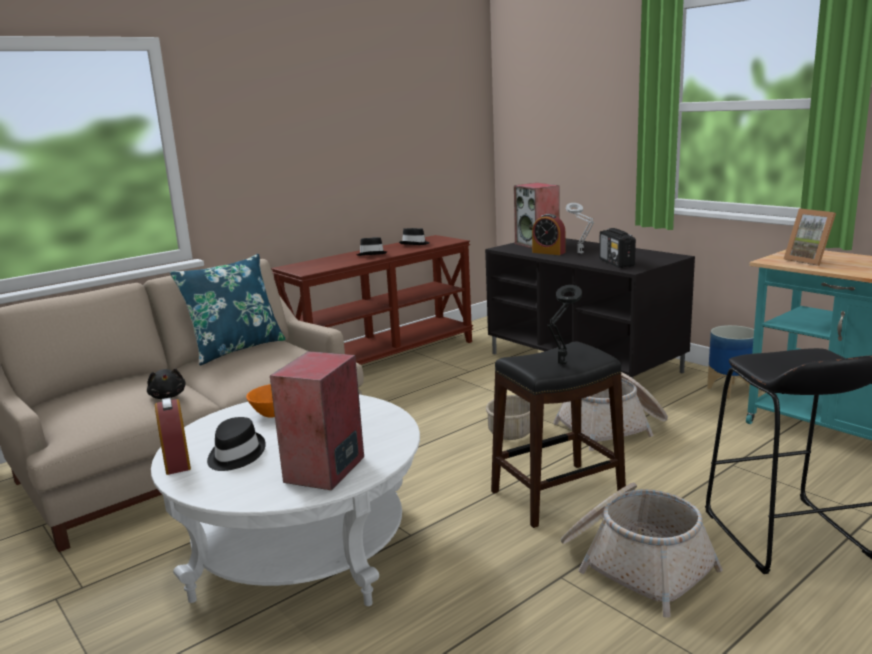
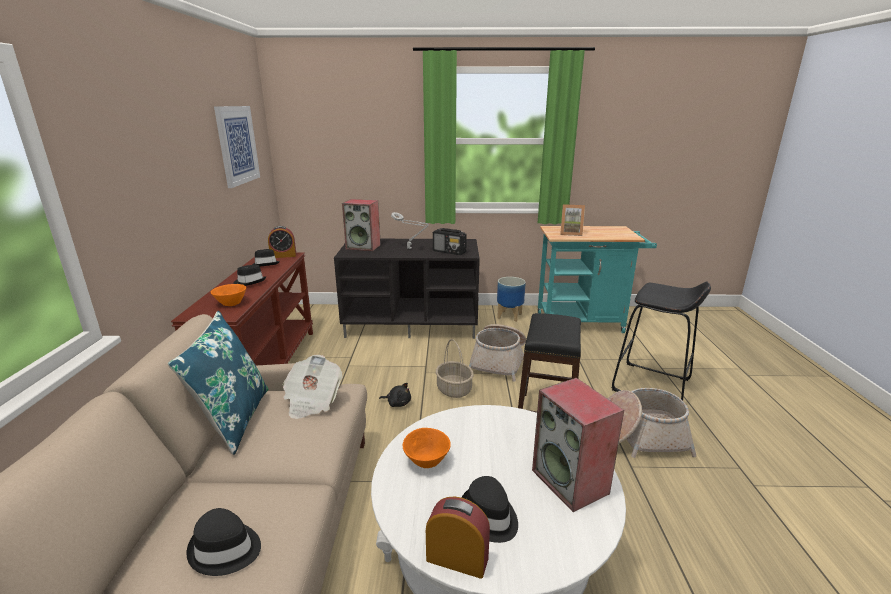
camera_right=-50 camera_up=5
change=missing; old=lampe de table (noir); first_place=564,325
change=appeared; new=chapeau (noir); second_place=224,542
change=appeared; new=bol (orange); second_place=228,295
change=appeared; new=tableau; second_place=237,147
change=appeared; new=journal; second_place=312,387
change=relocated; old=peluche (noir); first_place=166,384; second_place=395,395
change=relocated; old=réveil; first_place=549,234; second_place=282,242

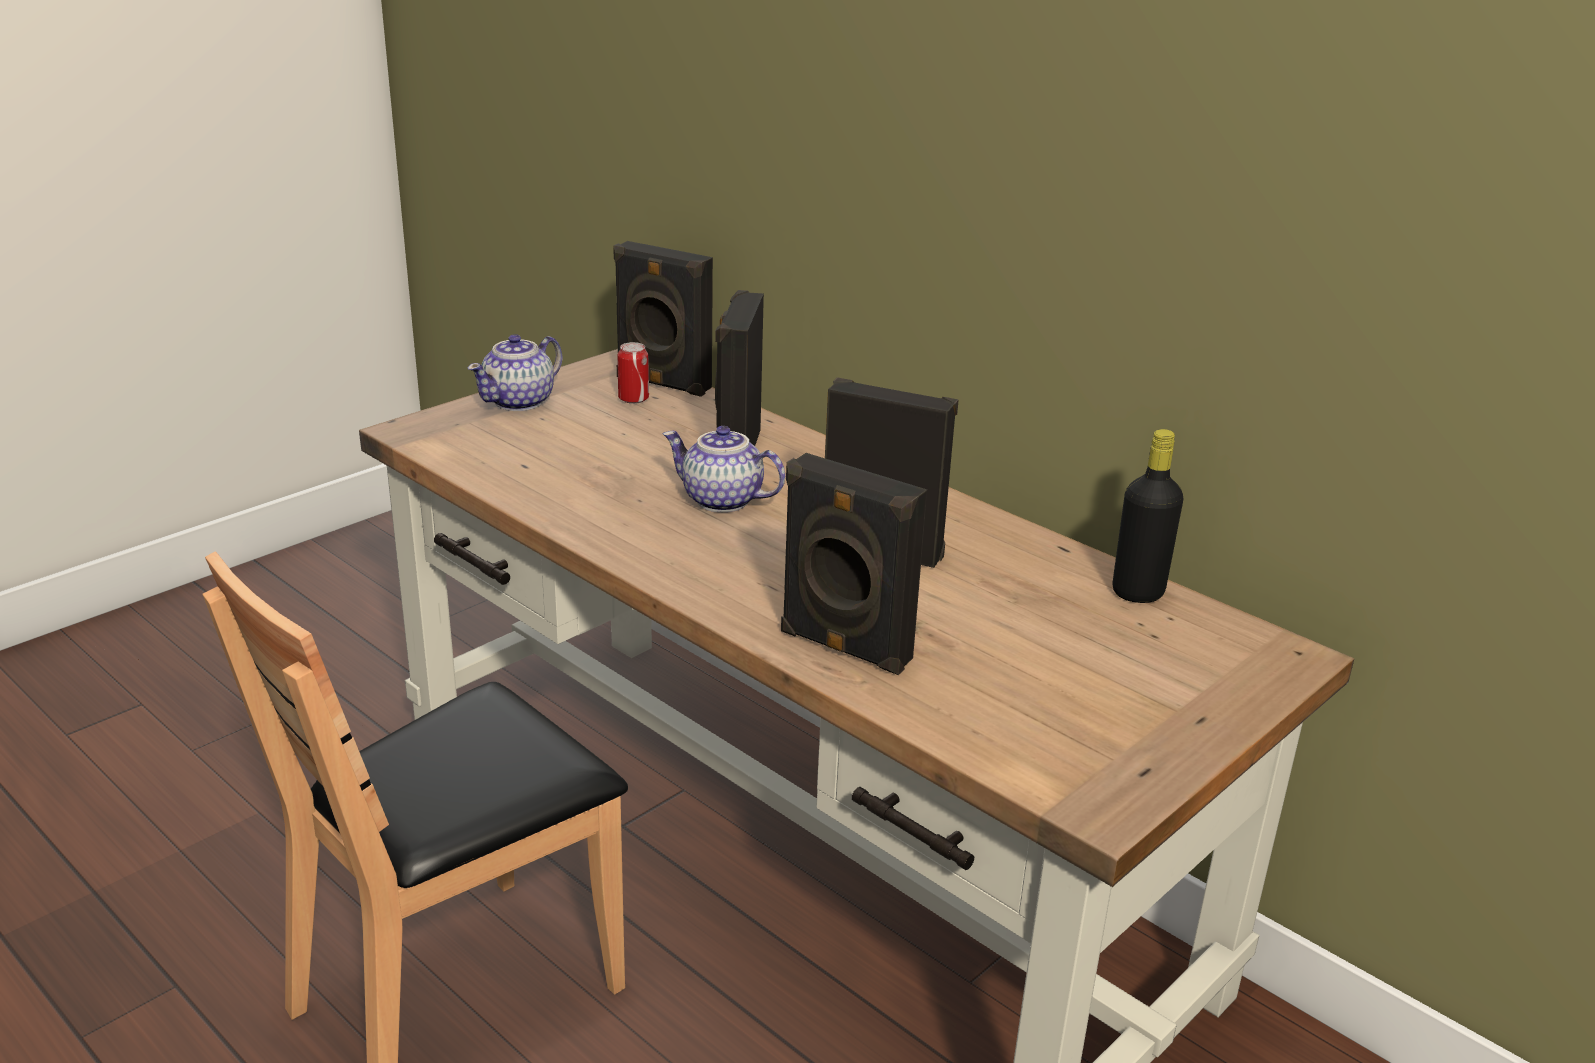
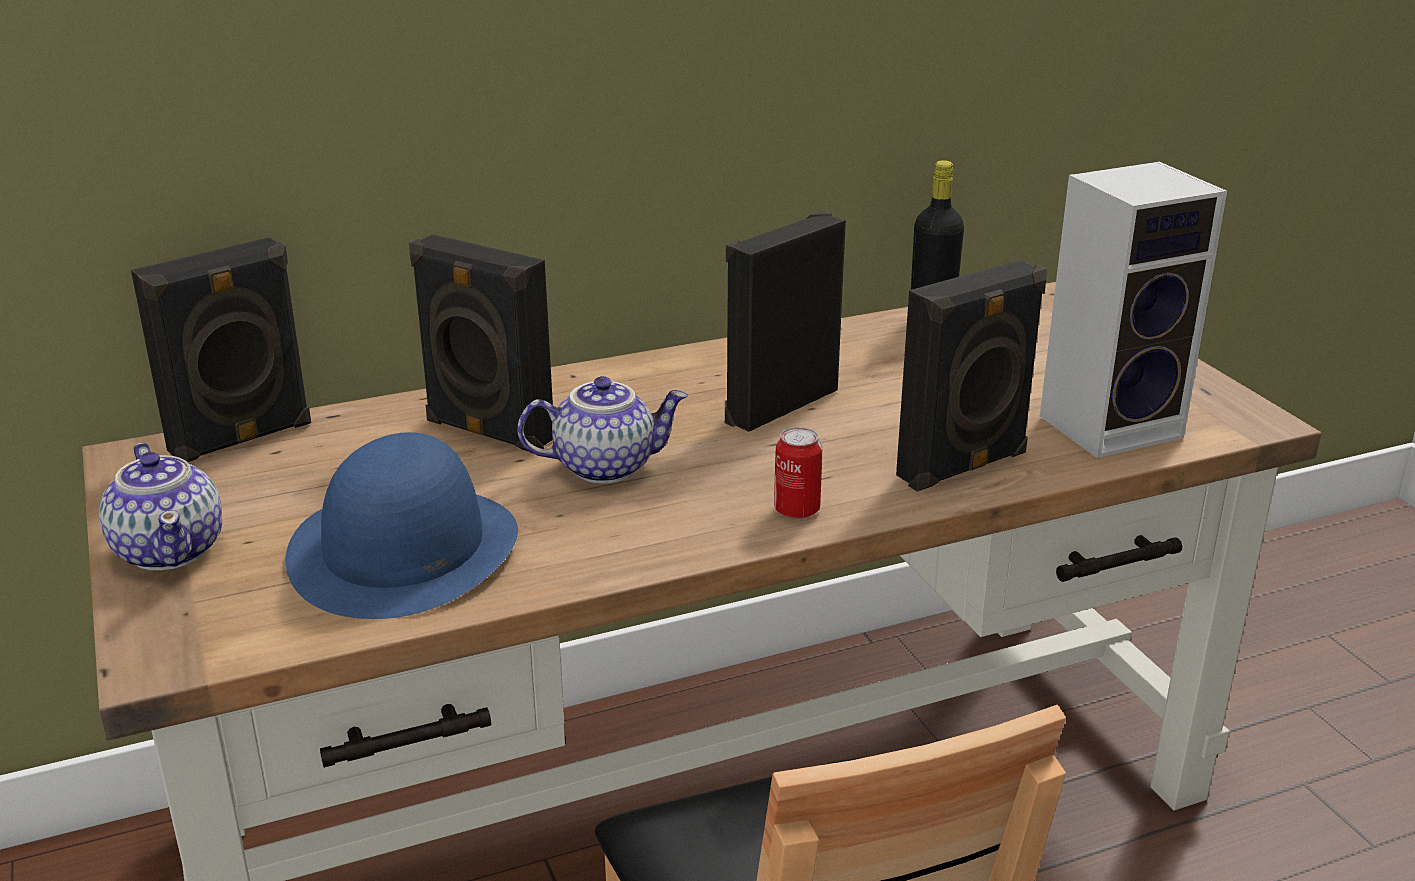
camera_right=-65 camera_up=0
change=appeared; new=chapeau (bleu); second_place=401,525
change=appeared; new=enceinte; second_place=1133,309
change=relocated; old=boîte métallique; first_place=633,373; second_place=798,473
change=spun; old=théière; first_place=724,469; second_place=602,430; degrees=-150

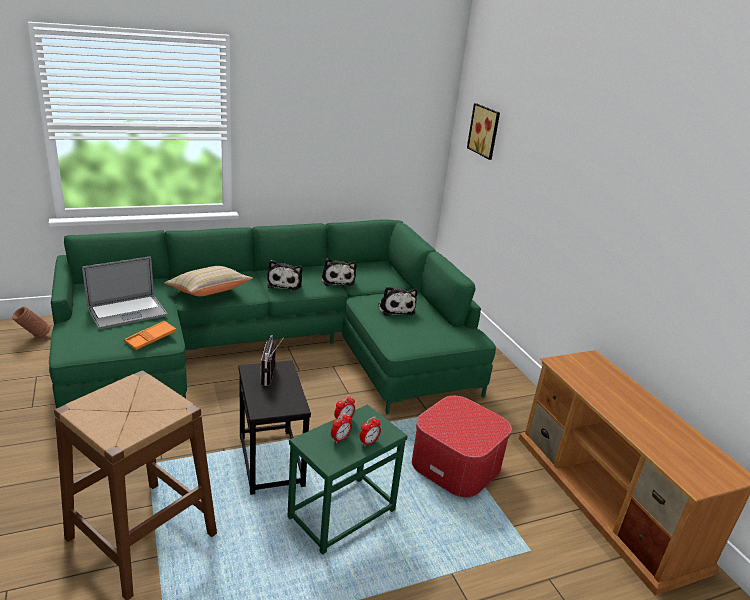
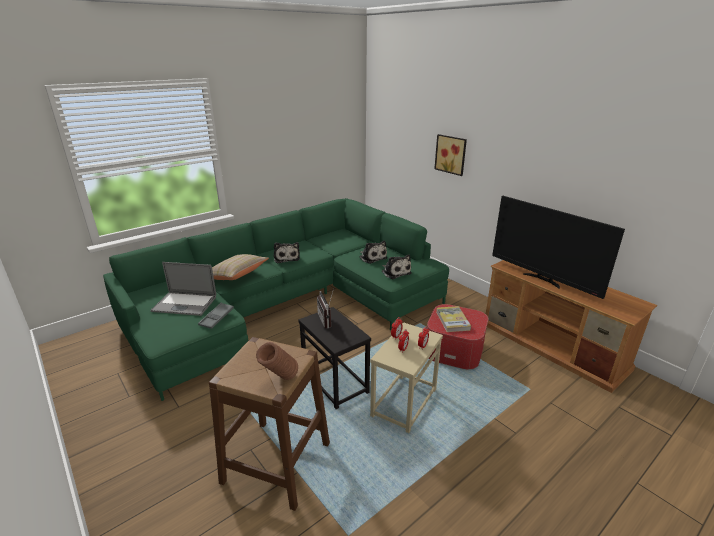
camera_right=-15 camera_up=0
change=appeared; new=livre; second_place=453,319
change=appeared; new=téléviseur; second_place=558,247
change=relocated; old=vase (marron); first_place=31,322; second_place=277,361
change=relocated; old=peluche; first_place=339,272; second_place=397,266
change=relocated; old=tableau; first_place=483,131; second_place=450,155
change=colour; old=plateau (orange); new=plateau (gris); first_place=150,335; second_place=216,316
change=colour; old=table d'appoint (vert); new=table d'appoint (beige); first_place=348,479; second_place=406,377
change=spun; old=ordinateur portable; first_place=125,293; second_place=183,289; degrees=60

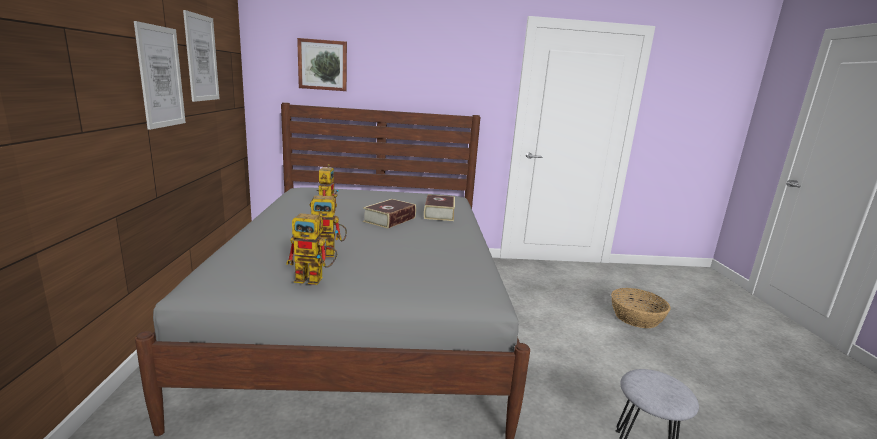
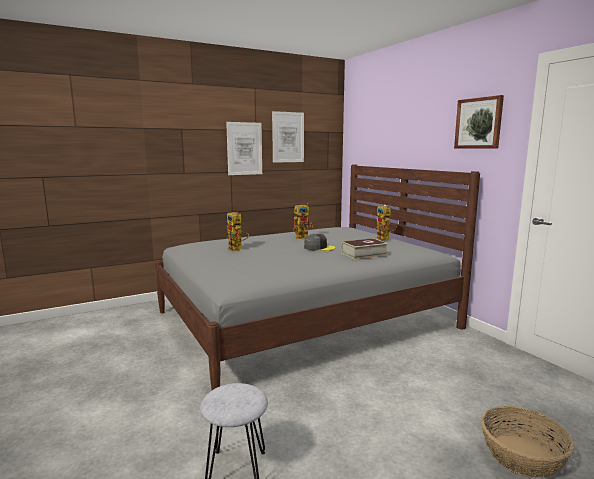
camera_right=65 camera_up=-5
change=relocated; old=robot jouet; first_place=311,249; second_place=386,223
change=relocated; old=tableau; first_place=322,64; second_place=479,122
change=exchanged; old=livre; new=casquette (gris); first_place=389,214; second_place=320,242

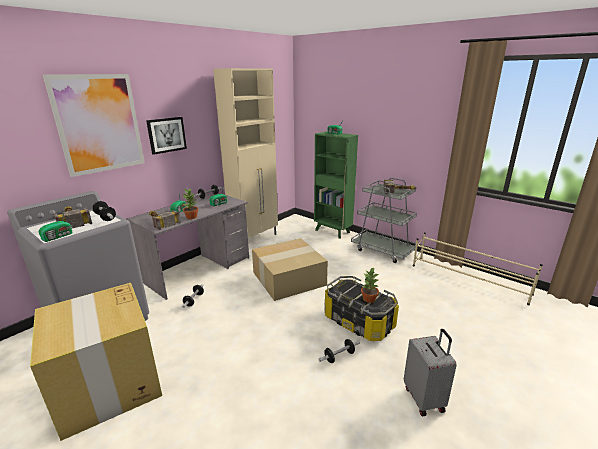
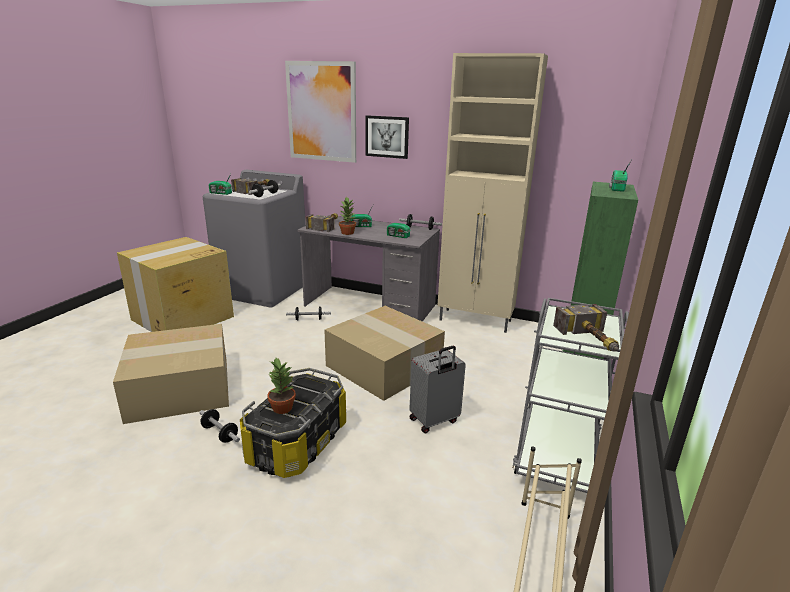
camera_right=70 camera_up=0
change=appeared; new=carton; second_place=171,374
change=relocated; old=valise (gris); first_place=430,372; second_place=437,389

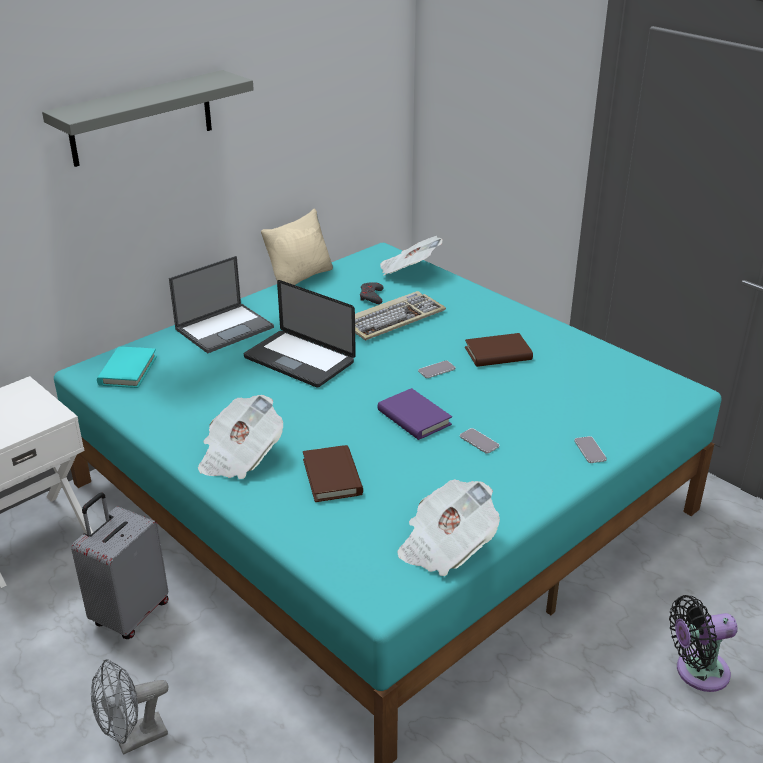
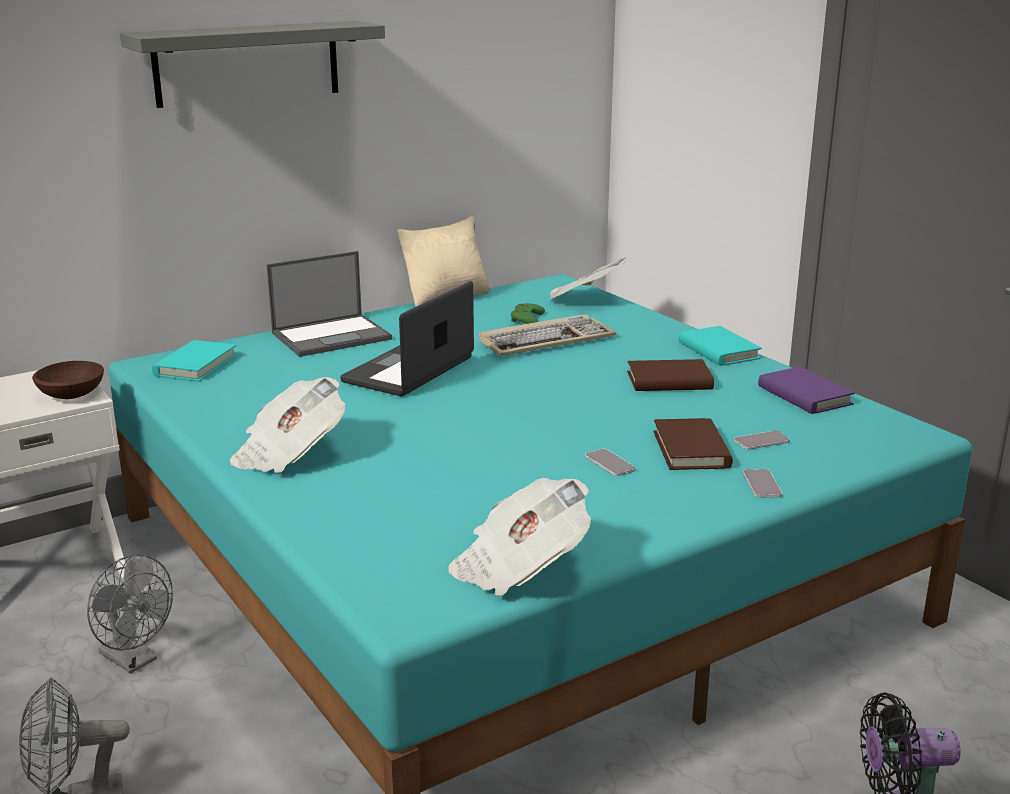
camera_right=10 camera_up=-10
change=appeared; new=bol (marron); second_place=68,380
change=appeared; new=livre (turquoise); second_place=720,346
change=relocated; old=livre (marron); first_place=333,473; second_place=693,444
change=relocated; old=livre (violet); first_place=415,414; second_place=806,390
change=relocated; old=téléphone; first_place=436,369; second_place=762,440
change=exchanged; old=valise (gris); new=ventilateur (gris); first_place=120,566; second_place=130,614
change=colour; old=manette (gris); new=manette (vert); first_place=372,293; second_place=528,314
change=spun; old=ordinateur portable; first_place=300,333; second_place=407,338; degrees=75

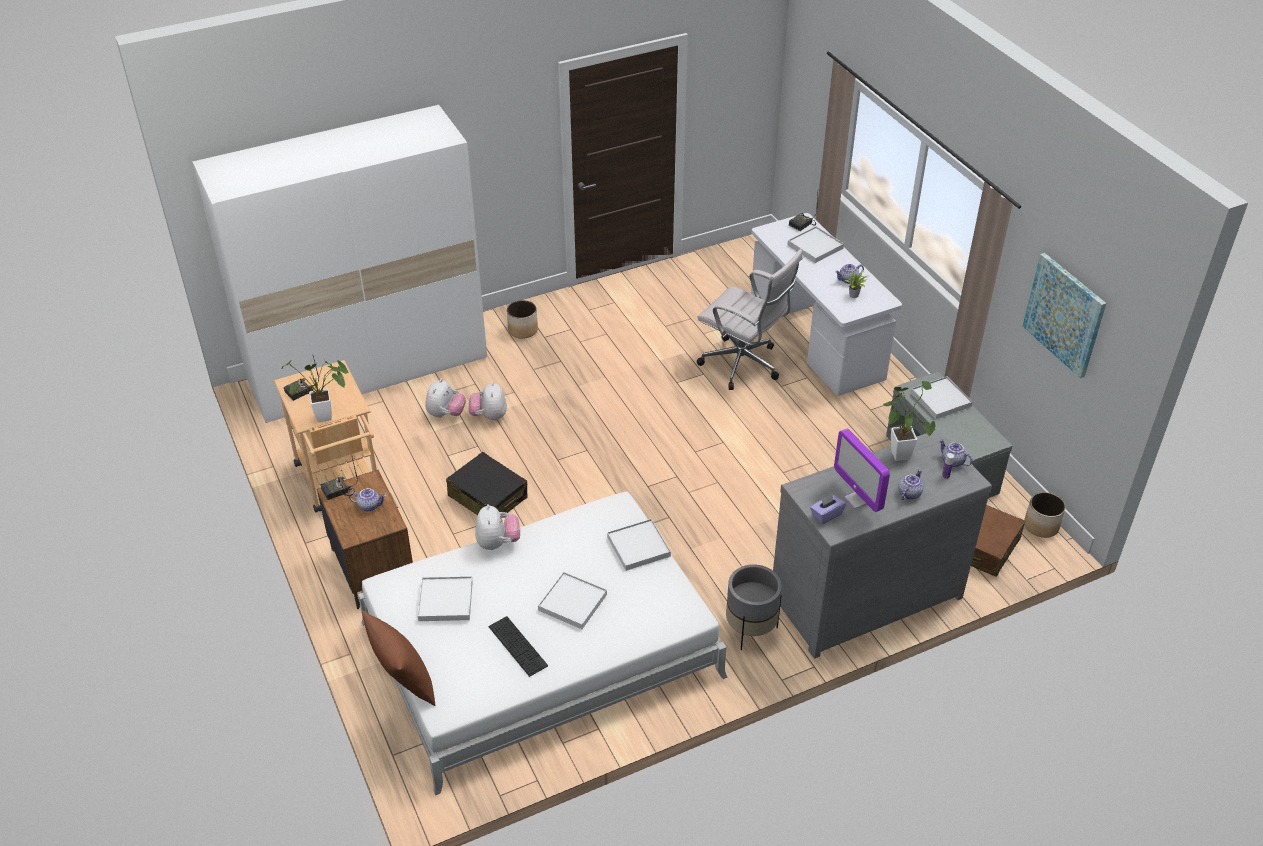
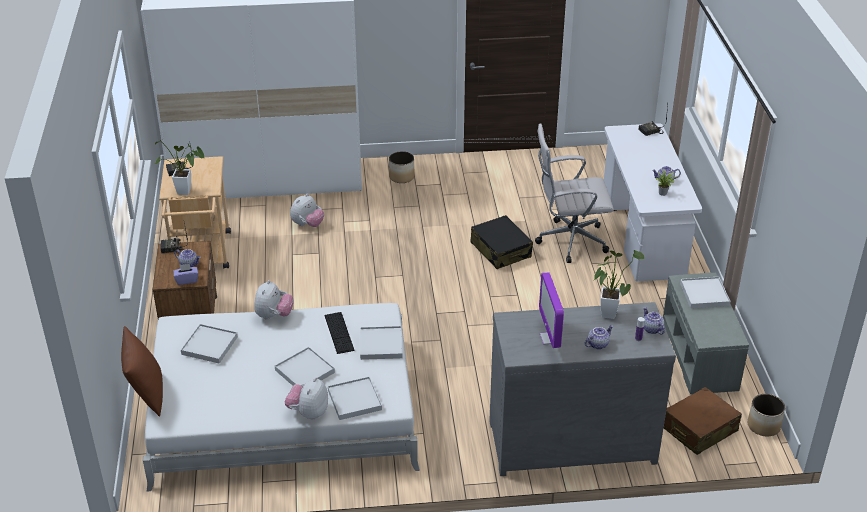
camera_right=20 camera_up=-5
change=missing; old=cache-pot (gris); first_place=754,607
change=missing; old=tableau; first_place=1064,315
change=relocated; old=valise (noir); first_place=487,483; second_place=501,242
change=relocated; old=peluche; first_place=487,401; second_place=306,398
change=relocated; old=clavier; first_place=518,646; second_place=339,333
change=relocated; old=plateau (blanc); first_place=816,244; second_place=355,398
change=relocated; old=boîte à mouchoirs (violet); first_place=828,509; second_place=185,274
change=spun; old=chaise de bureau (blanc); first_place=750,319; second_place=574,193; degrees=120

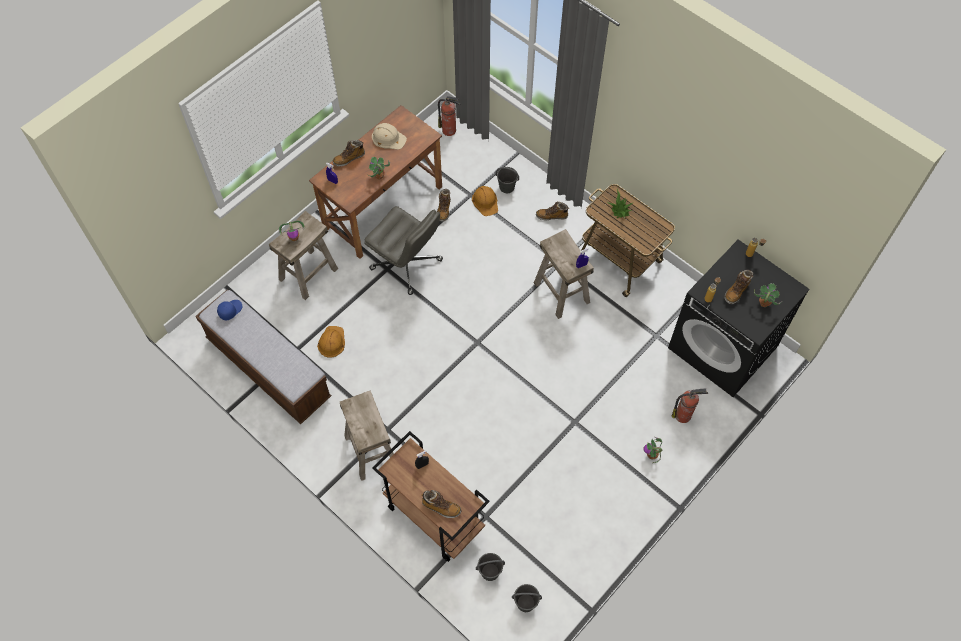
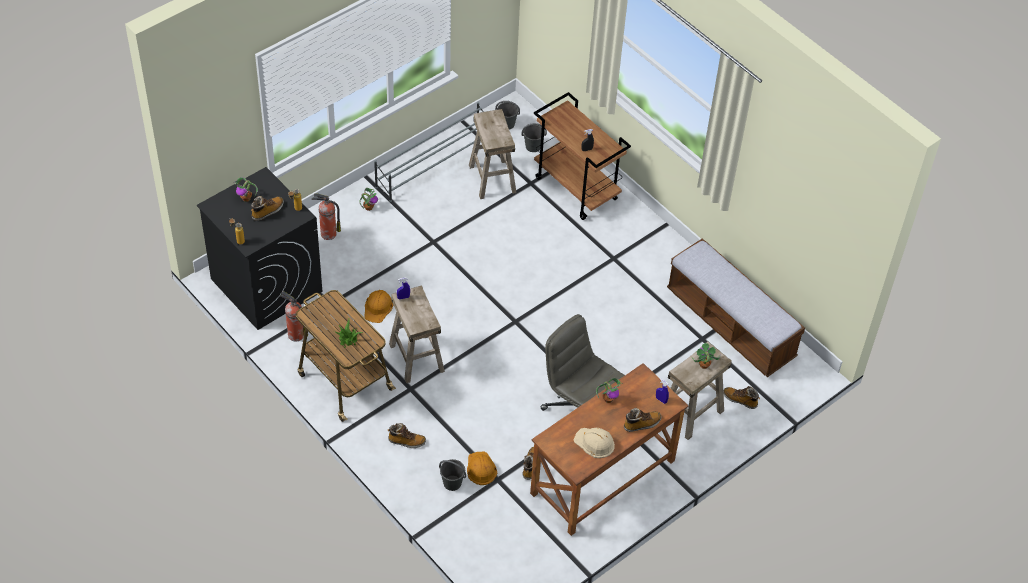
camera_right=-175 camera_up=-10
change=missing; old=casquette (bleu); first_place=229,310
change=appeared; new=étagère à chaussures (gris); second_place=429,152
change=relocated; old=casque de chantier (orange); first_place=331,342; second_place=379,306
change=relocated; old=tabouret (beige); first_place=367,435; second_place=493,154
change=relocated; old=botte; first_place=441,504; second_place=741,397
change=relocated; old=extincteur; first_place=449,116; second_place=294,316

